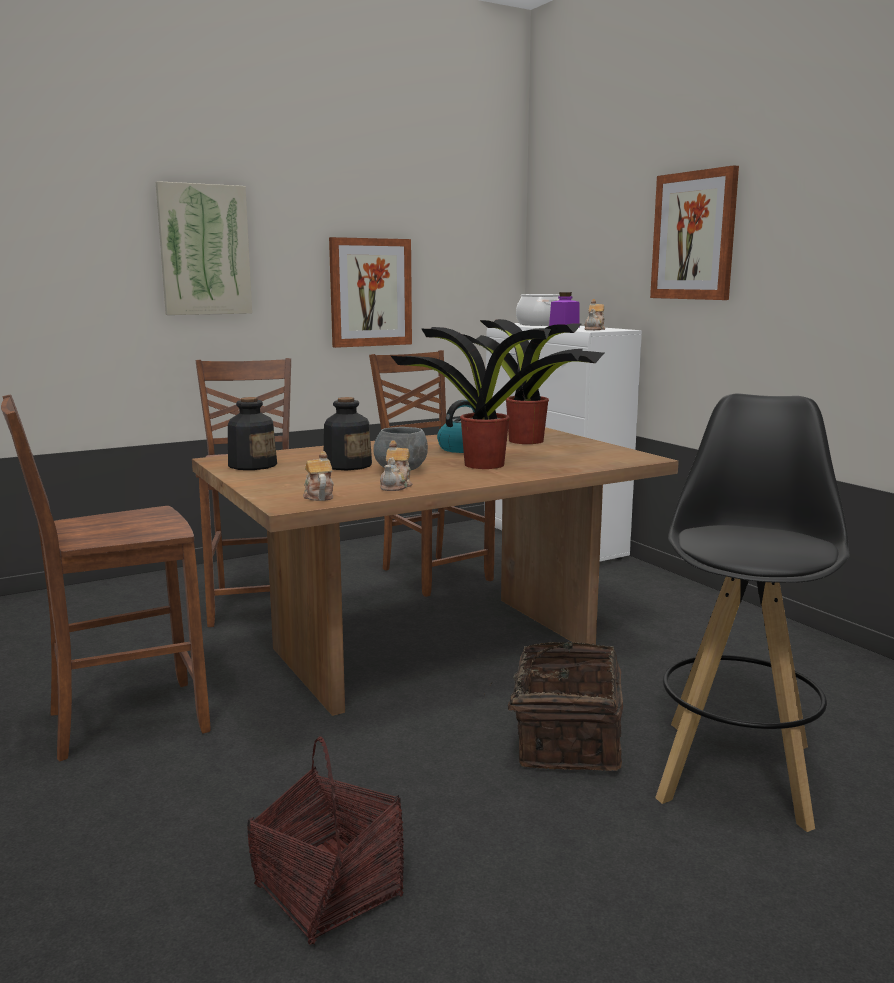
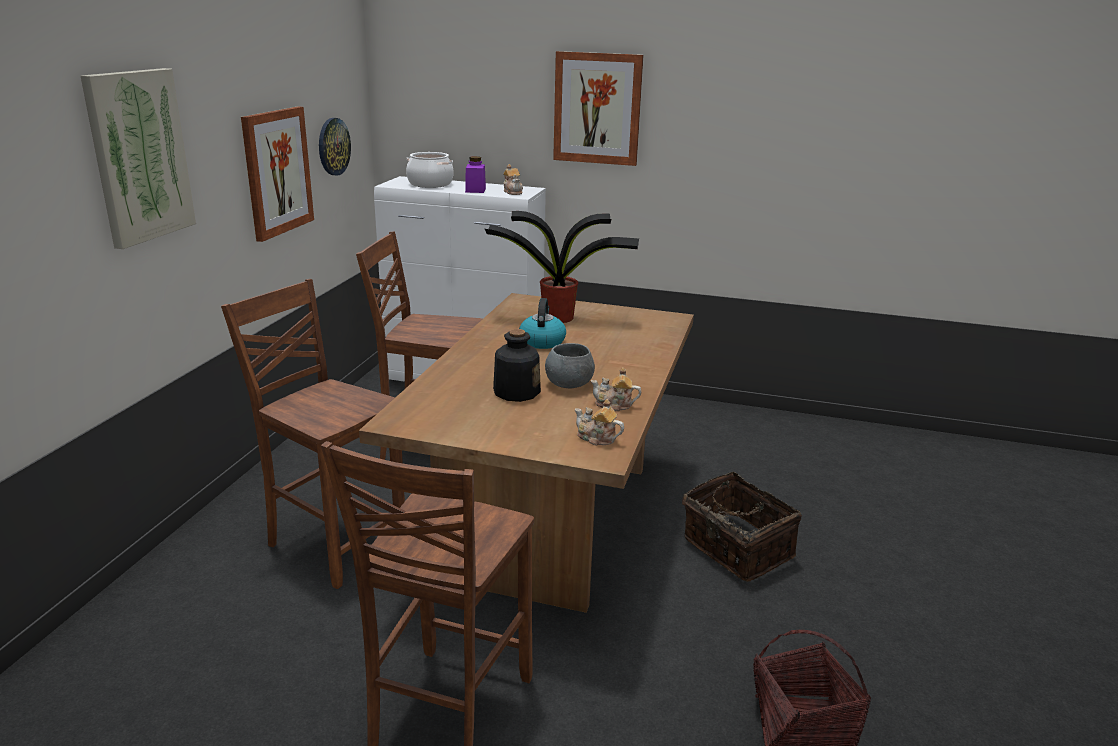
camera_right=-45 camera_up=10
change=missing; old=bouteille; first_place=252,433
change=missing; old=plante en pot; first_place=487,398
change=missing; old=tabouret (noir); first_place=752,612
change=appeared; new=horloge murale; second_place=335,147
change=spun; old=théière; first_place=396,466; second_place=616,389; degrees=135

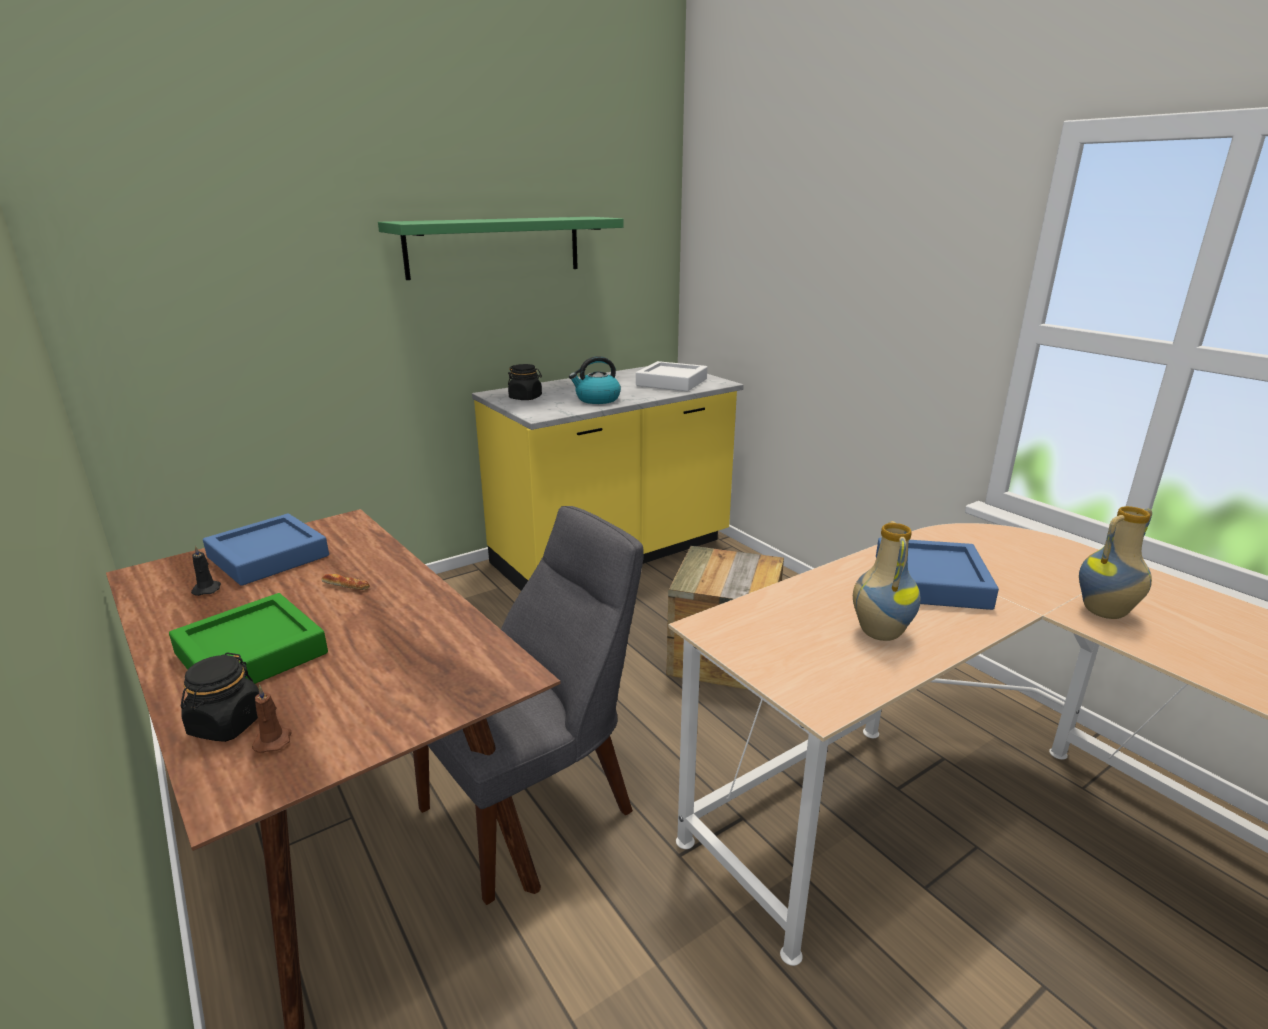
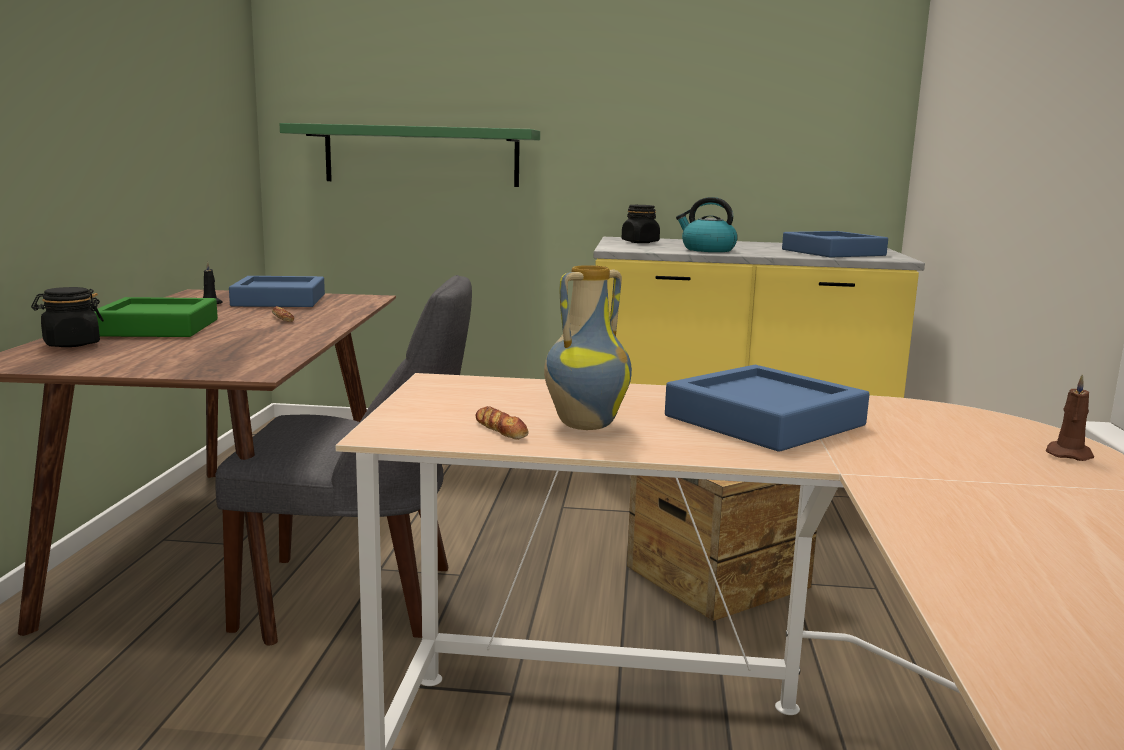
camera_right=40 camera_up=-10
change=missing; old=vase; first_place=1115,562
change=appeared; new=pain; second_place=502,423
change=relocated; old=bougie (marron); first_place=272,719; second_place=1070,417
change=relocated; old=étagère (vert); first_place=501,248; second_place=410,155
change=colour; old=plateau (blanc); new=plateau (bleu); first_place=671,376; second_place=835,244

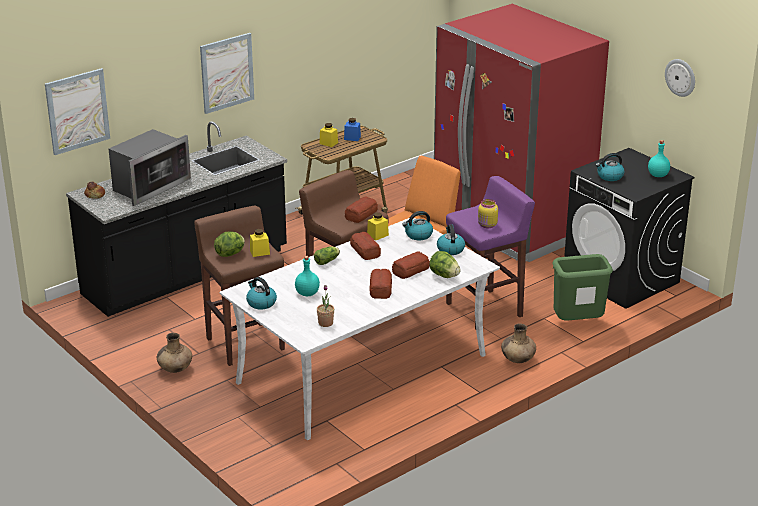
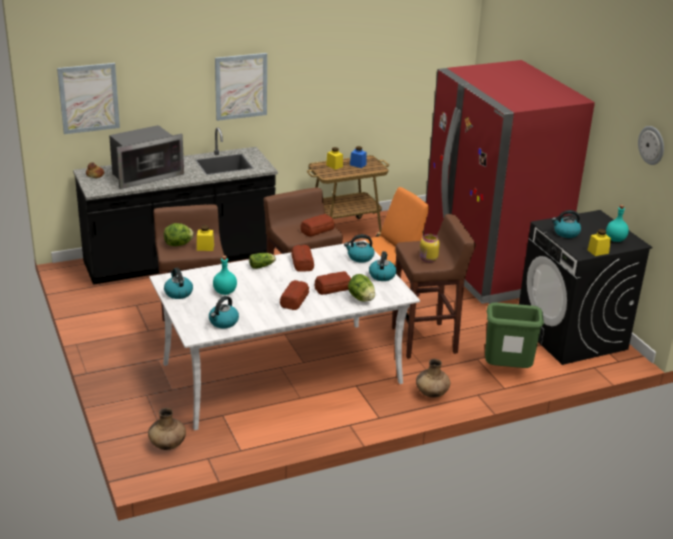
camera_right=15 camera_up=0
change=relocated; old=vase (marron); first_place=174,353; second_place=167,429
change=relocated; old=bocal (jaune); first_place=378,226; second_place=599,242
change=exchanged; old=plante en pot; new=bouilloire; first_place=325,306; second_place=224,312
change=colour; old=tabouret (violet); new=tabouret (marron); first_place=490,252; second_place=434,286

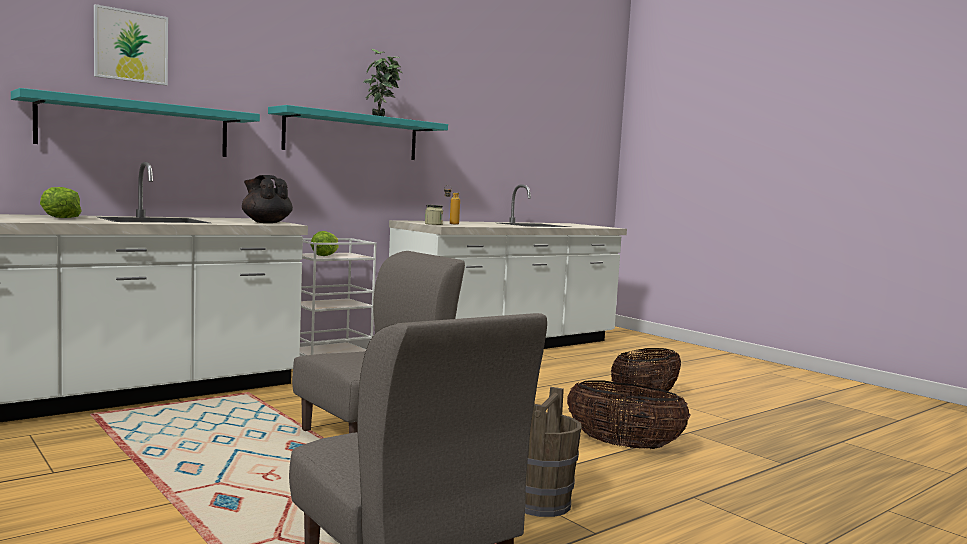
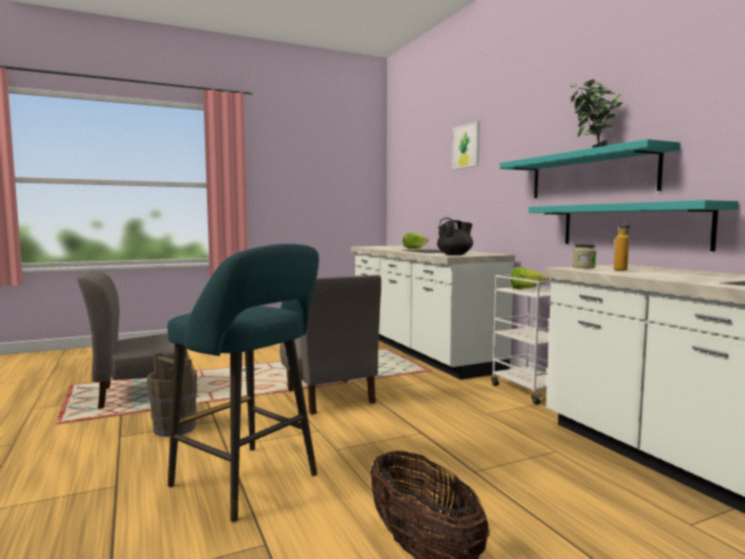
camera_right=105 camera_up=0
change=relocated; old=étagère (turquoise); first_place=135,122; second_place=634,225
change=exchanged; old=panier; new=tabouret (turquoise); first_place=628,415; second_place=243,383

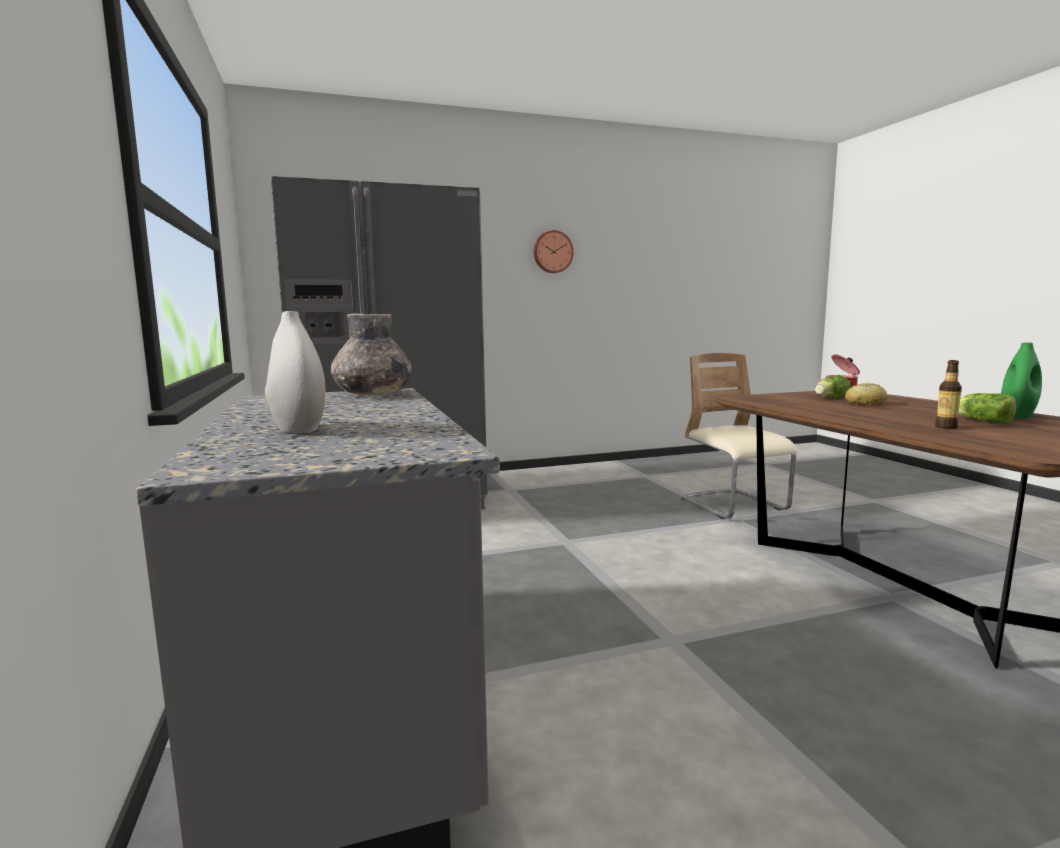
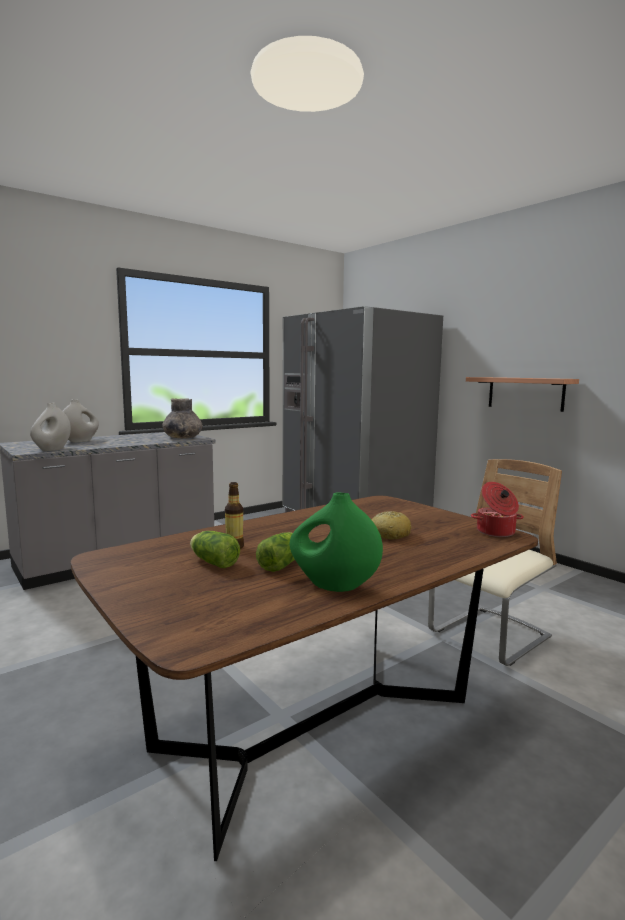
camera_right=70 camera_up=0
change=missing; old=horloge murale; first_place=554,251
change=appeared; new=vase (blanc); second_place=50,427
change=appeared; new=étagère; second_place=522,394
change=relocated; old=laitue; first_place=833,387; second_place=215,549

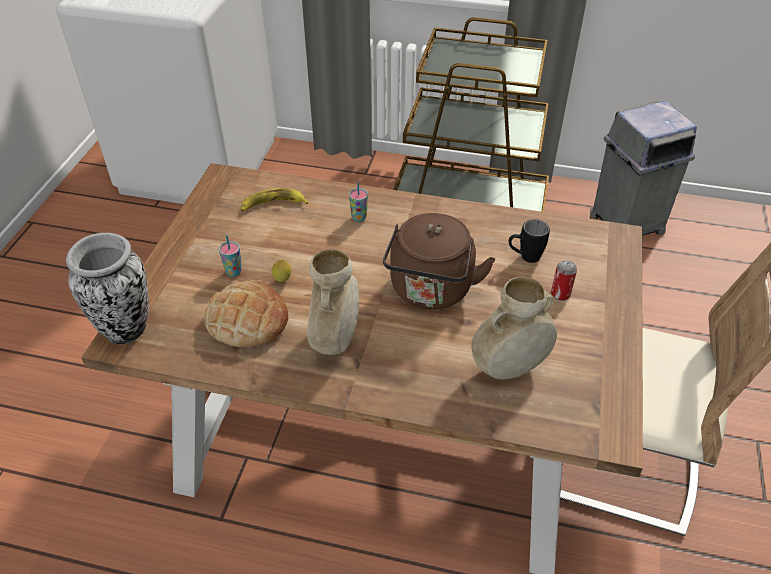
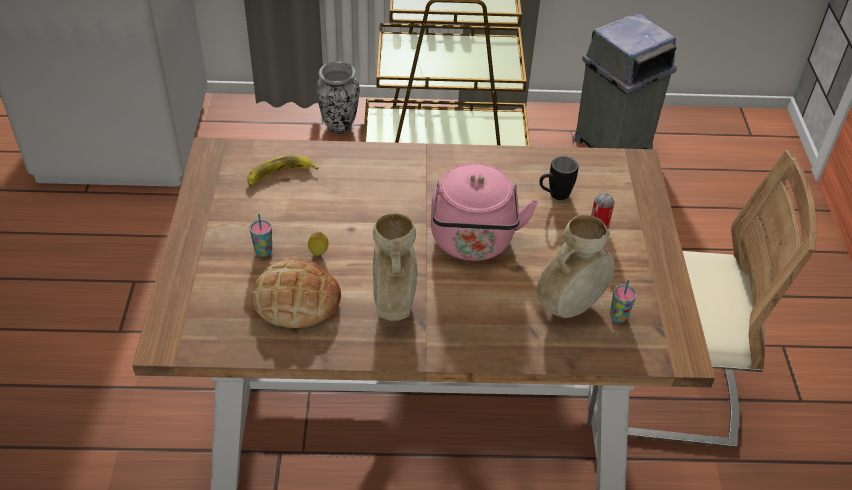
camera_right=-15 camera_up=0
change=relocated; old=vase; first_place=107,288; second_place=338,98
change=relocated; old=tasse; first_place=358,201; second_place=623,301
change=colour; old=bouilloire (marron); new=bouilloire (rose); first_place=439,261; second_place=484,212

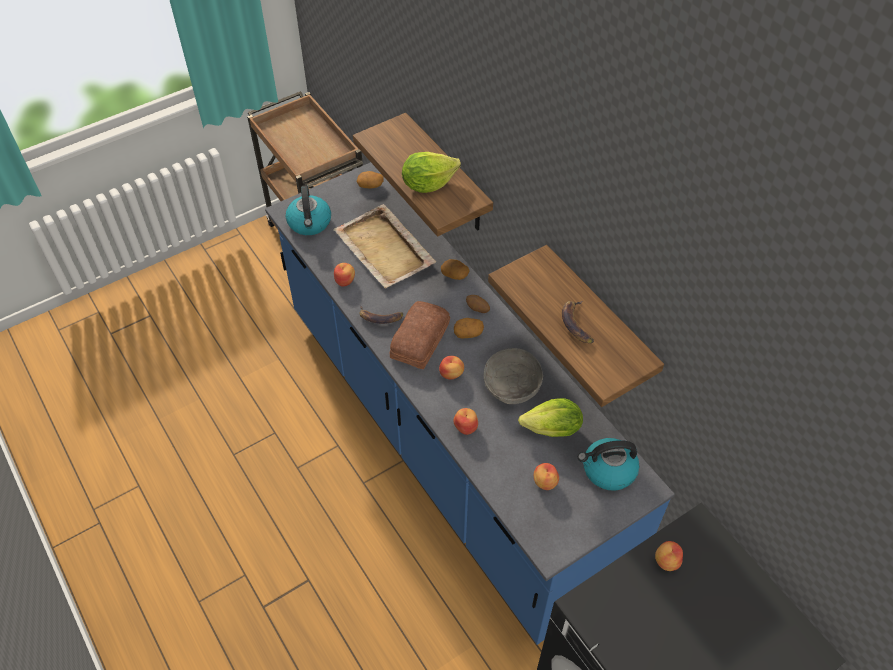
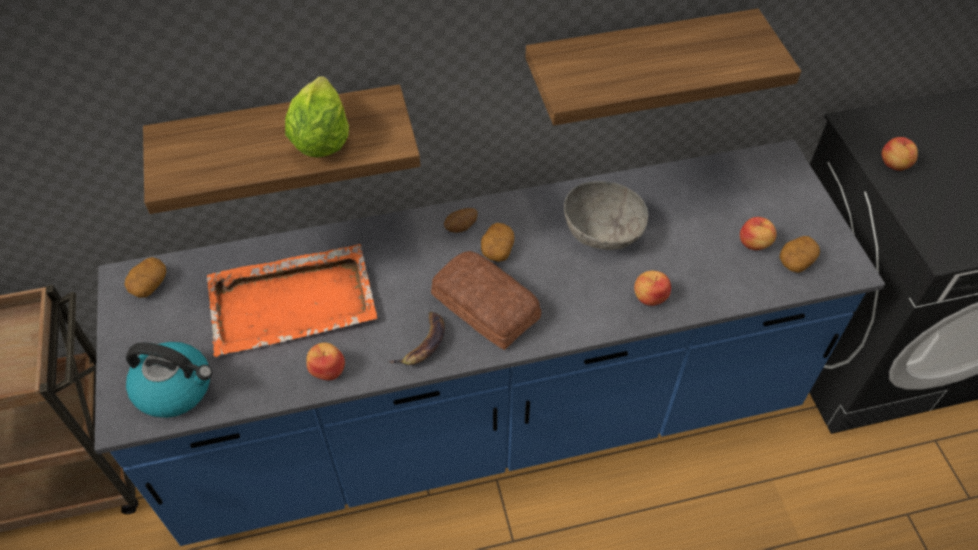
camera_right=-70 camera_up=0
change=missing; old=pomme; first_place=451,368
change=missing; old=laitue; first_place=550,417
change=missing; old=banane; first_place=578,322
change=missing; old=bouilloire; first_place=608,464
change=relocated; old=pomme de terre; first_place=455,269; second_place=800,254
change=colour; old=plateau (beige); new=plateau (orange); first_place=384,246; second_place=292,300

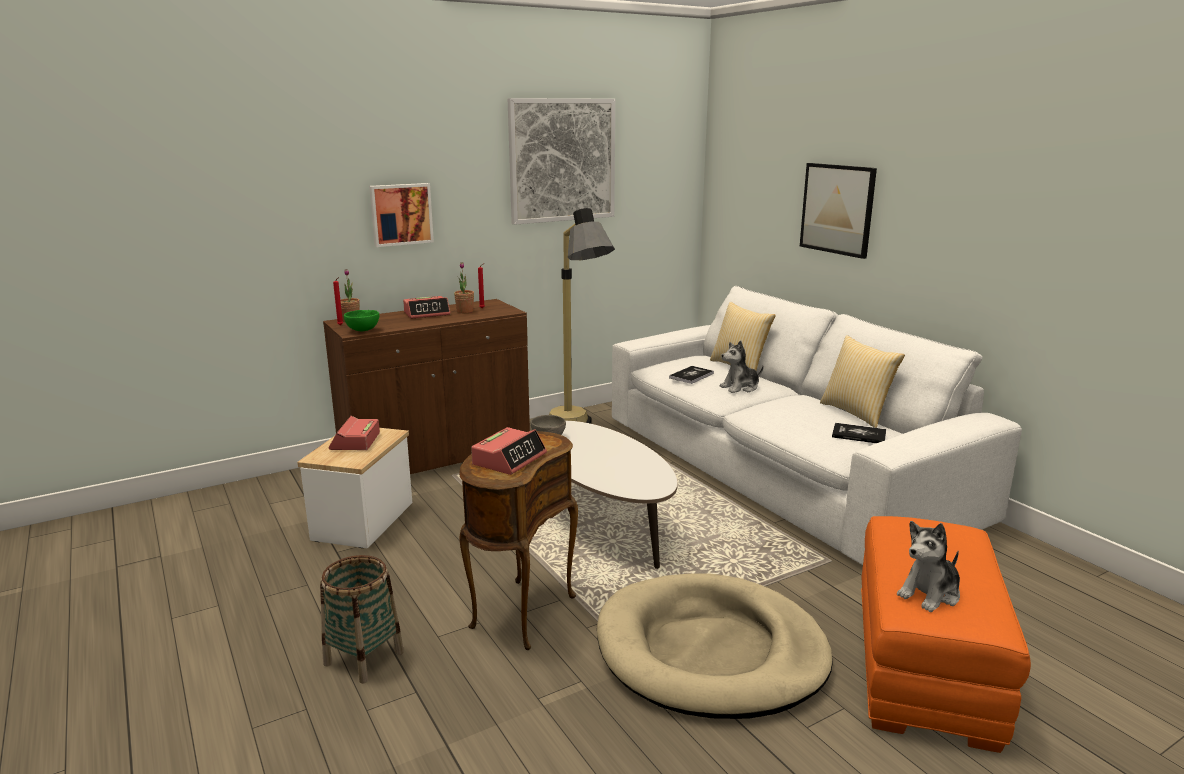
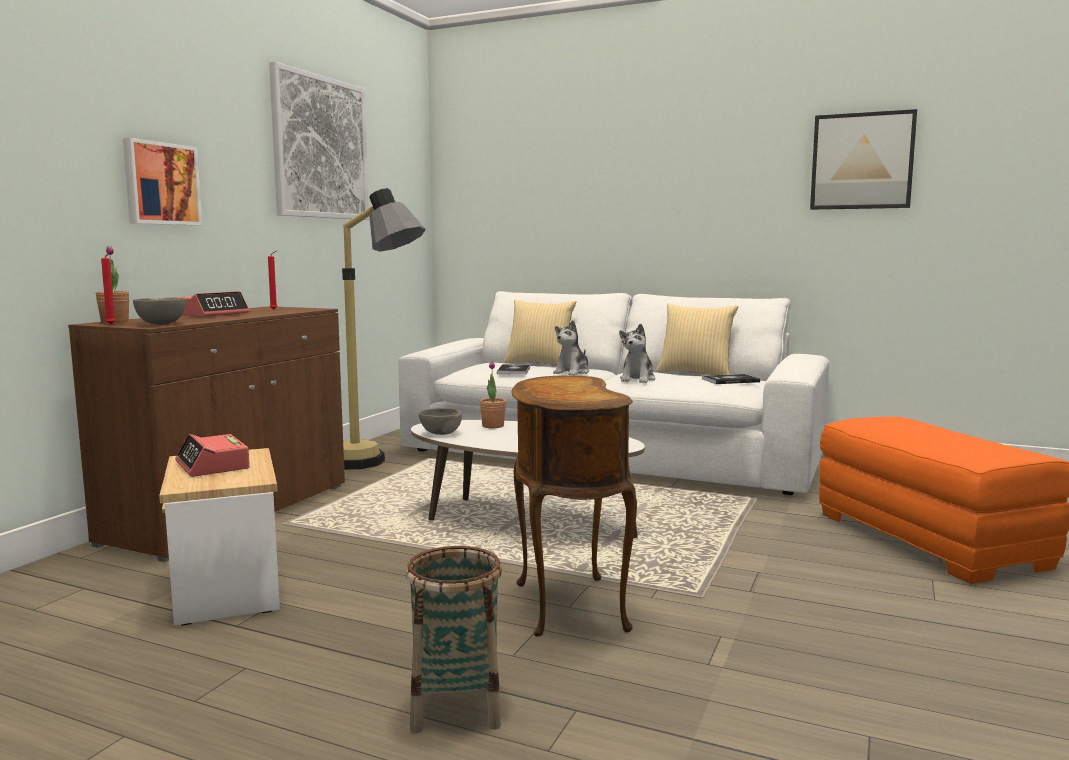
camera_right=-35 camera_up=-10
change=missing; old=réveil; first_place=509,451
change=missing; old=panier pour chien (beige); first_place=715,646
change=relocated; old=plante en pot; first_place=464,287; second_place=493,394
change=relocated; old=tableau; first_place=838,211; second_place=863,159
change=relocated; old=peluche; first_place=928,566; second_place=637,353
change=colour; old=bol (vert); new=bol (gris); first_place=361,320; second_place=159,311

